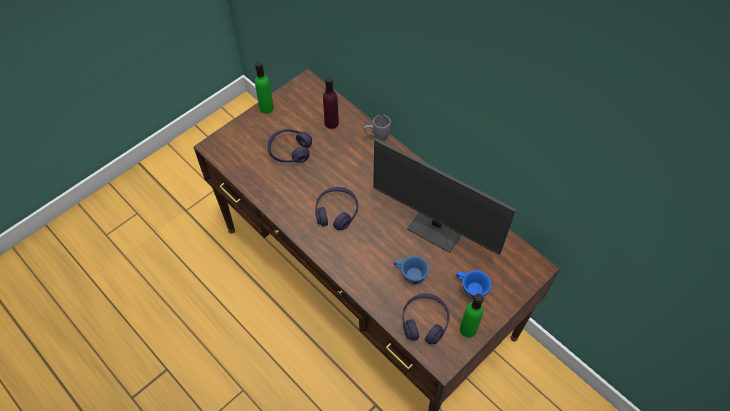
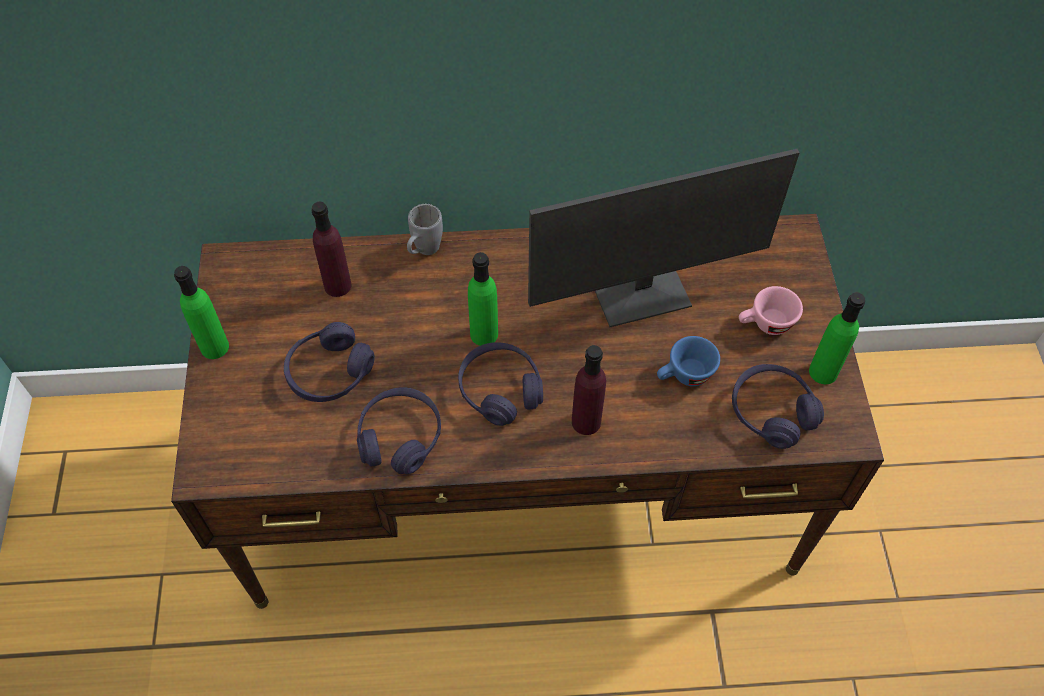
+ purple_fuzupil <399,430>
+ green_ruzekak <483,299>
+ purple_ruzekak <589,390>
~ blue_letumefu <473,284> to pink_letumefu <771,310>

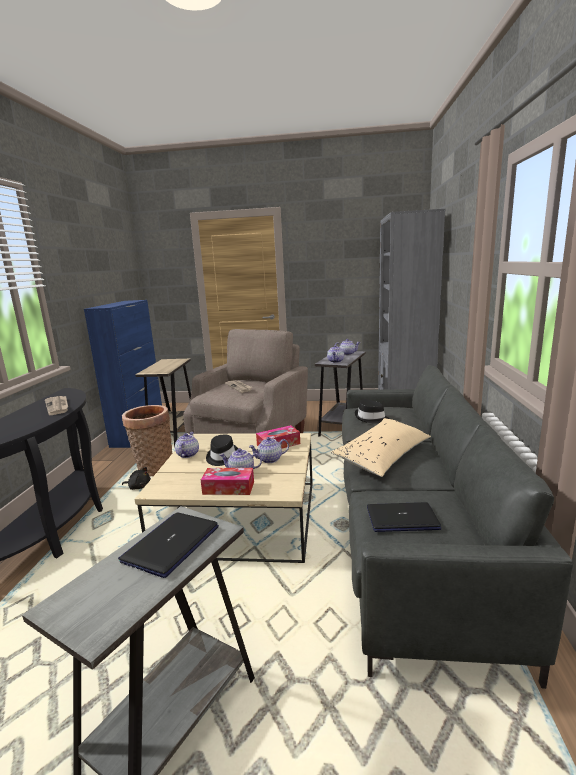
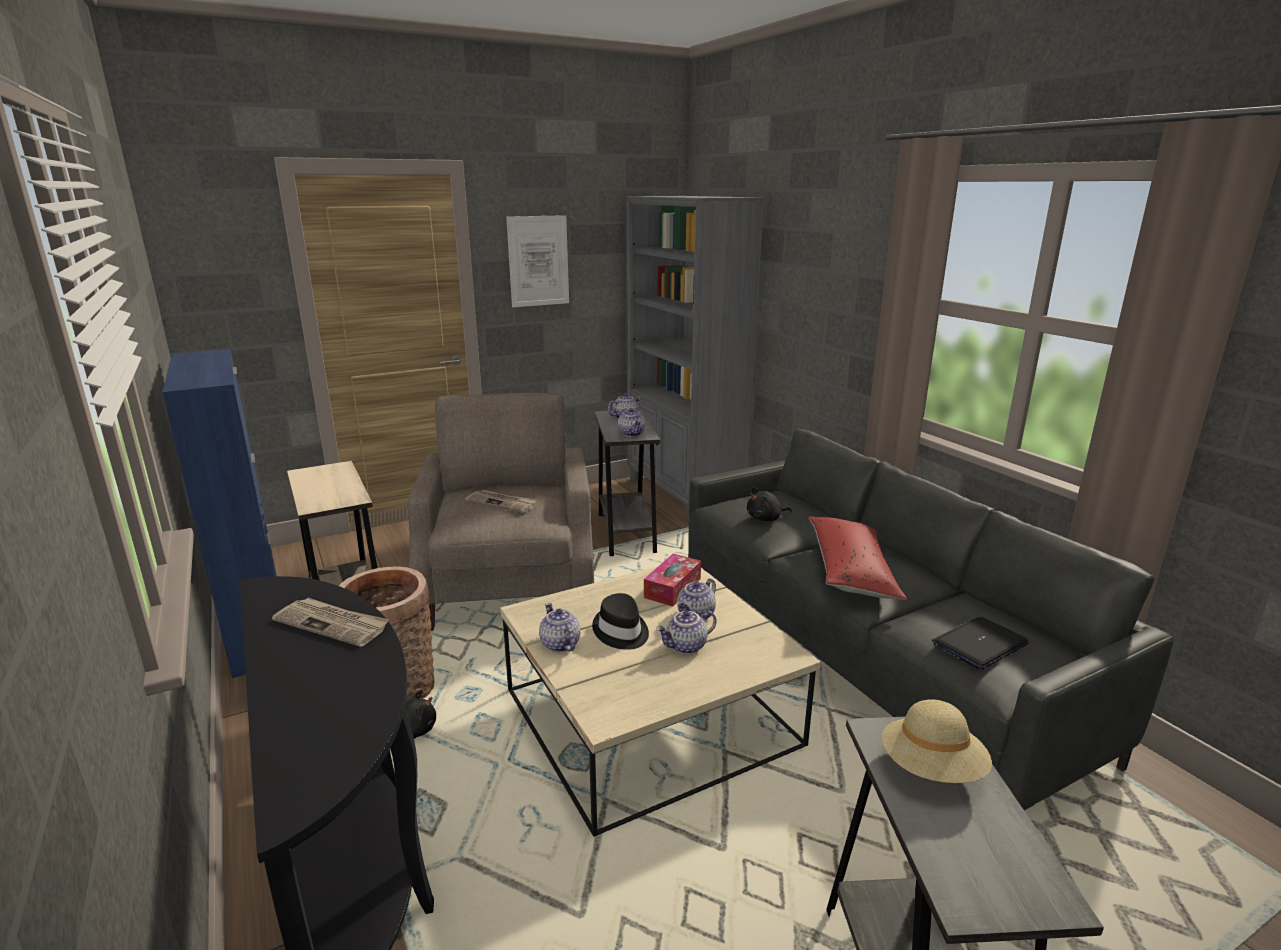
- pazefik <227,481>
+ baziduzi <537,261>
~ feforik <168,545> to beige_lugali <937,741>
~ black_lugali <371,411> to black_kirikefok <769,504>
~ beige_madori <381,447> to red_madori <857,558>

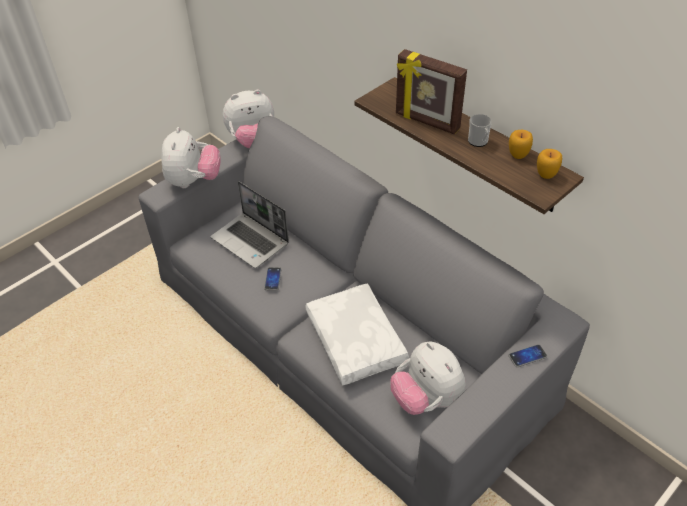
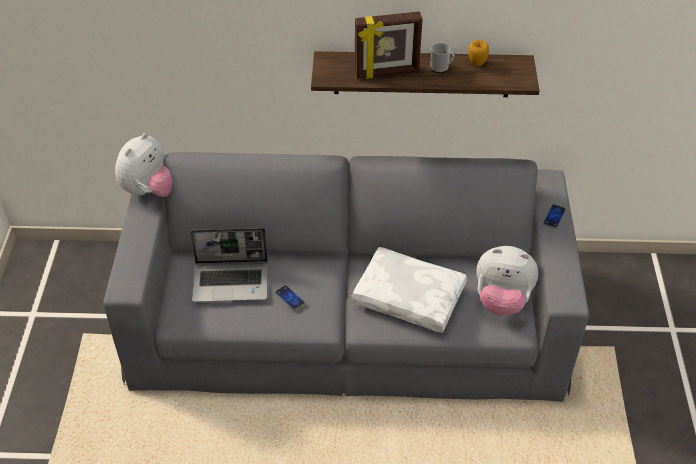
- kirikefok <191,157>
- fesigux <549,164>

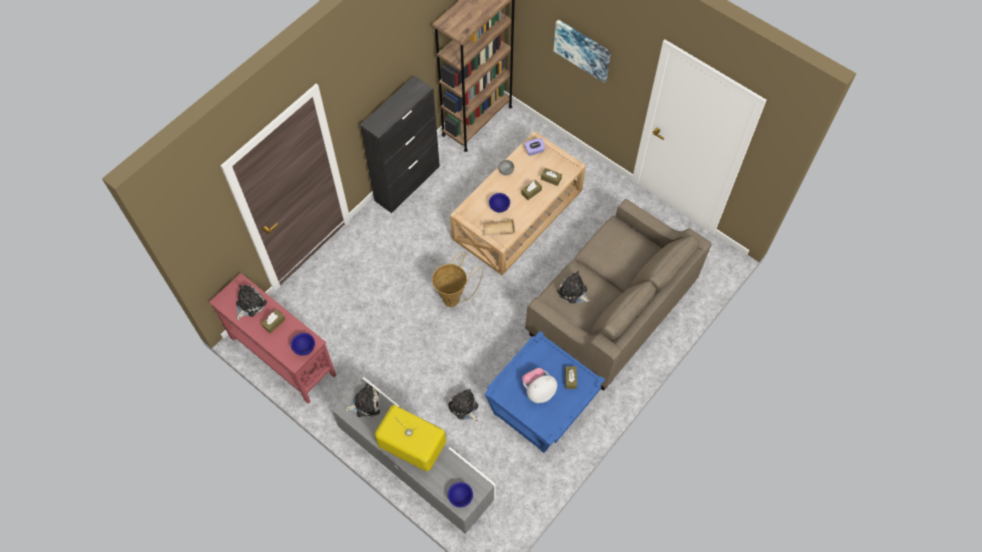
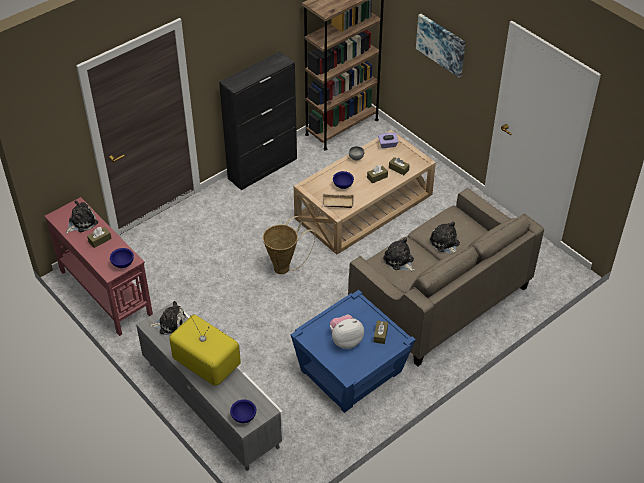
~ kirikefok <463,405> to <445,237>

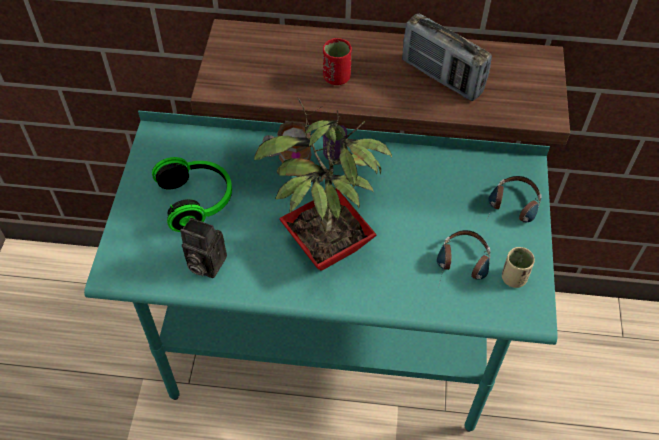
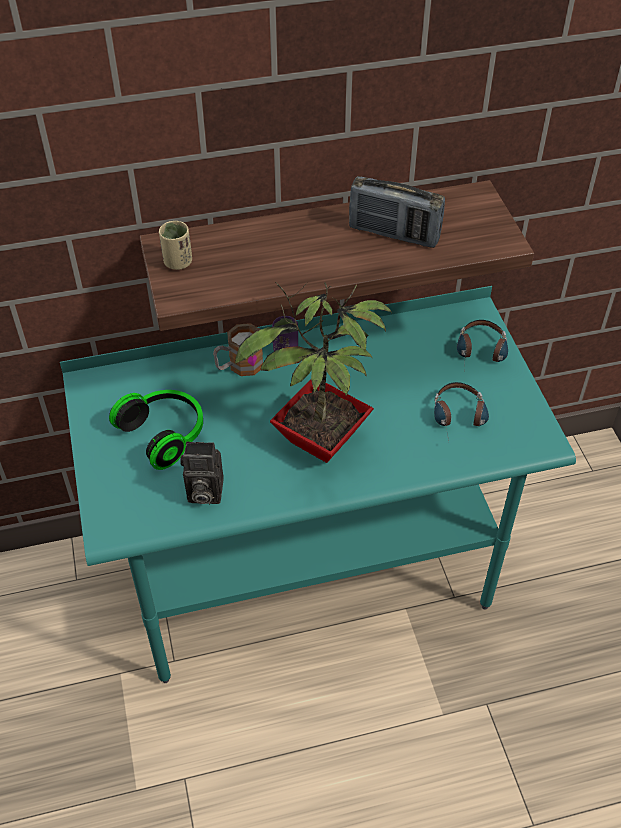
- red_letumefu <337,61>
~ beige_letumefu <518,267> to <175,245>

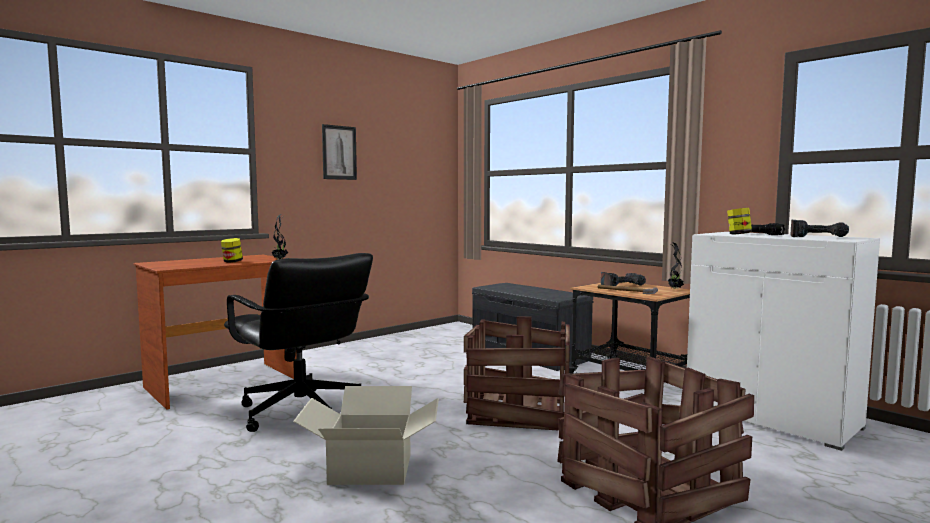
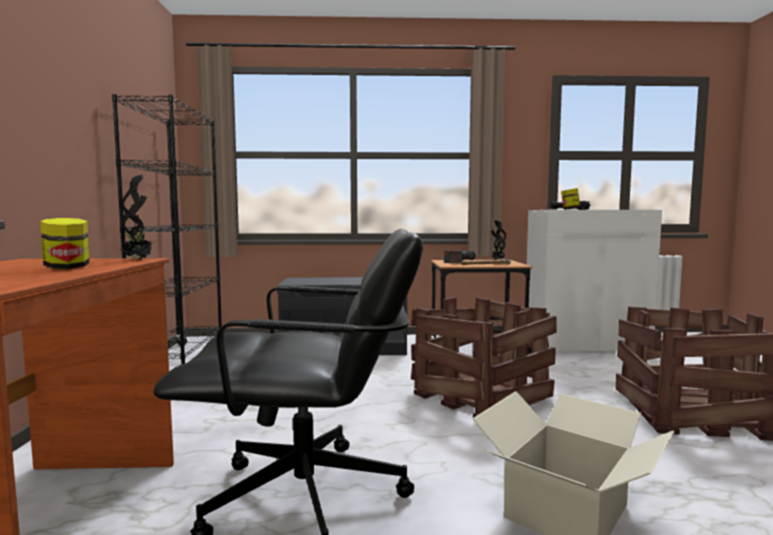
- baziduzi <339,152>
- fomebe <819,228>
+ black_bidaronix <167,230>

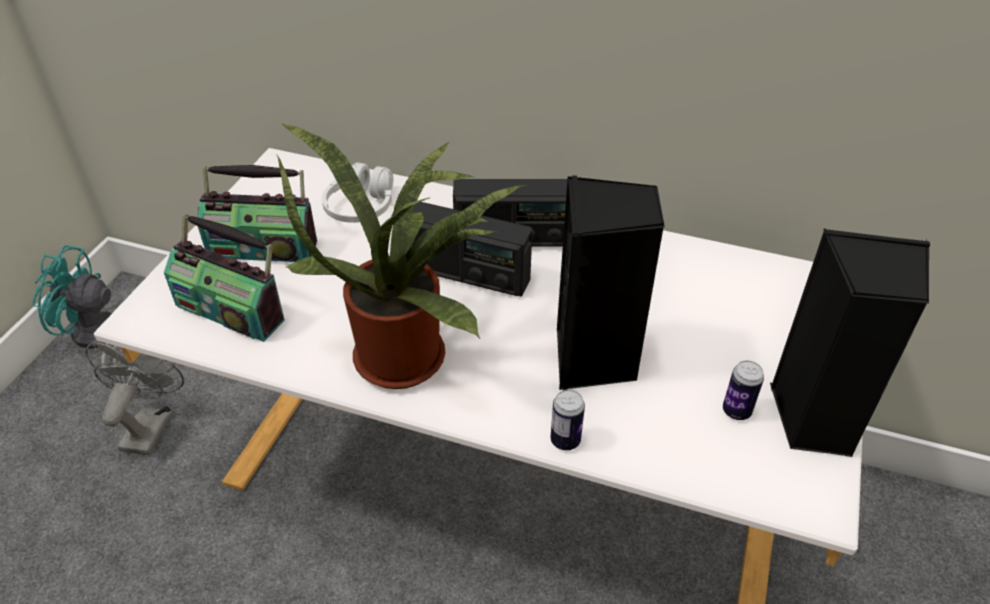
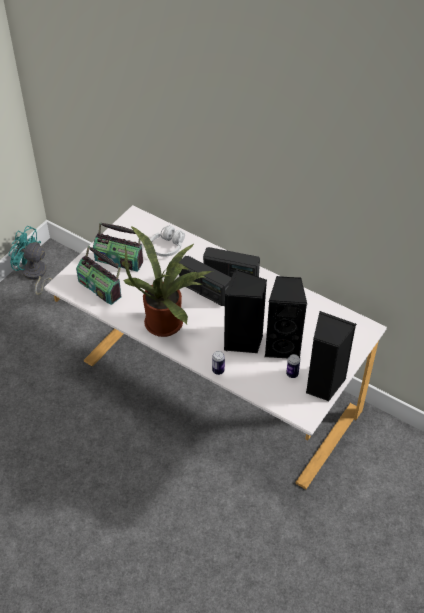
- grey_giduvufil <134,398>
+ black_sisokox <286,317>

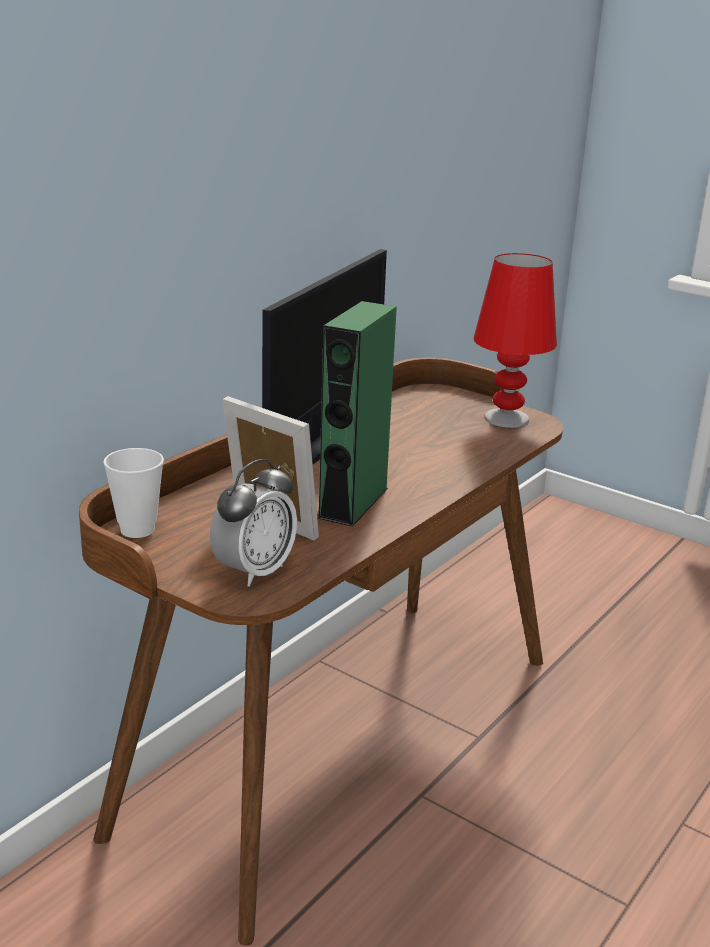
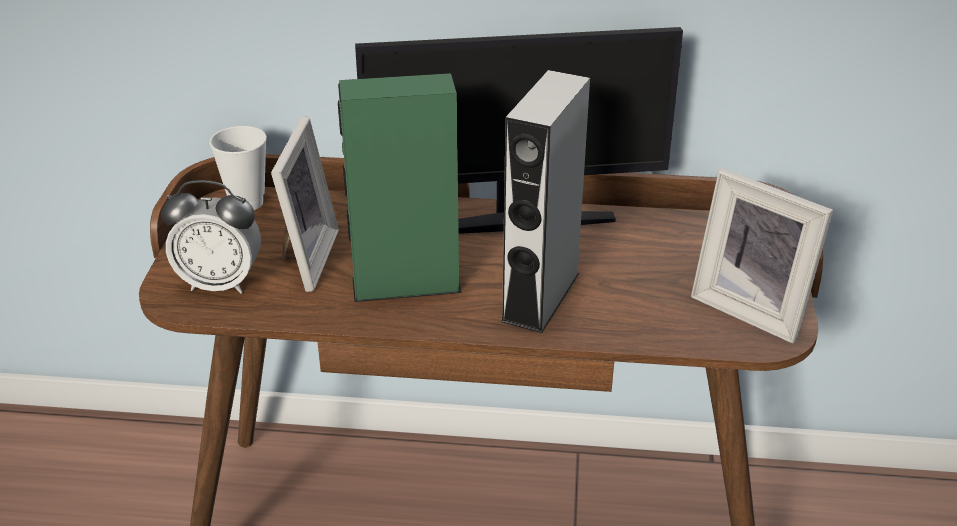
+ grey_sisokox <545,201>
~ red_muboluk <515,340> to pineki <762,256>

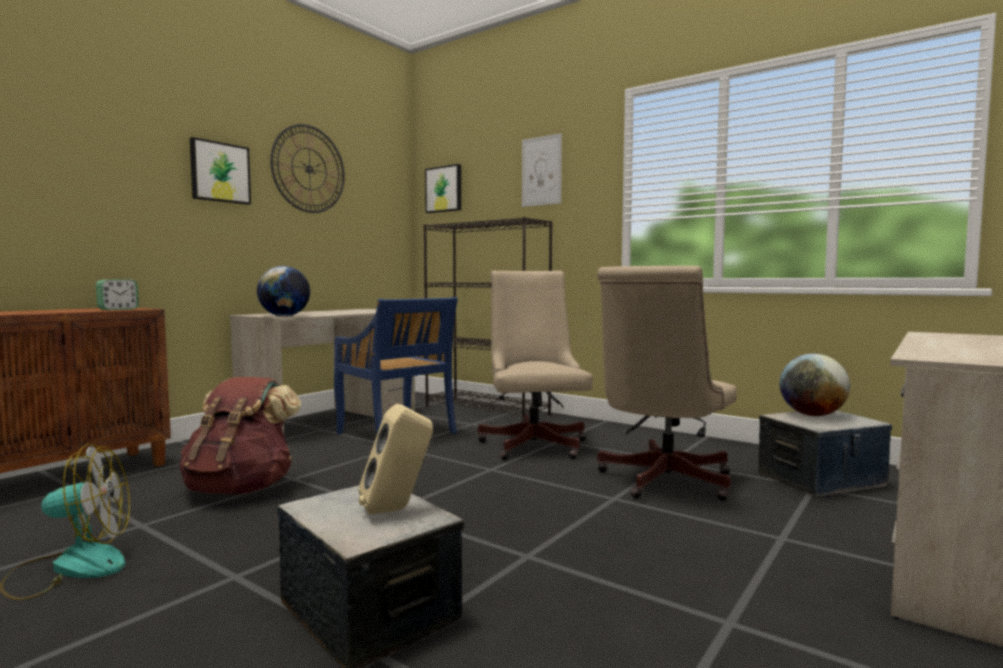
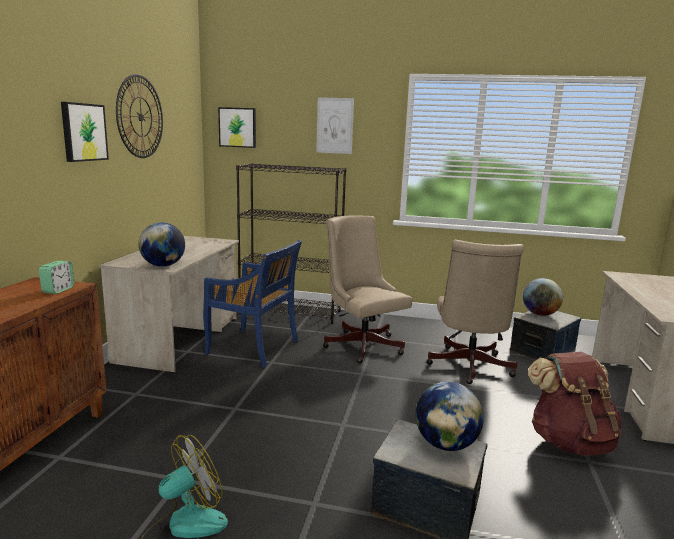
~ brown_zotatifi <240,435> to <575,404>
~ beige_sisokox <396,459> to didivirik <449,416>

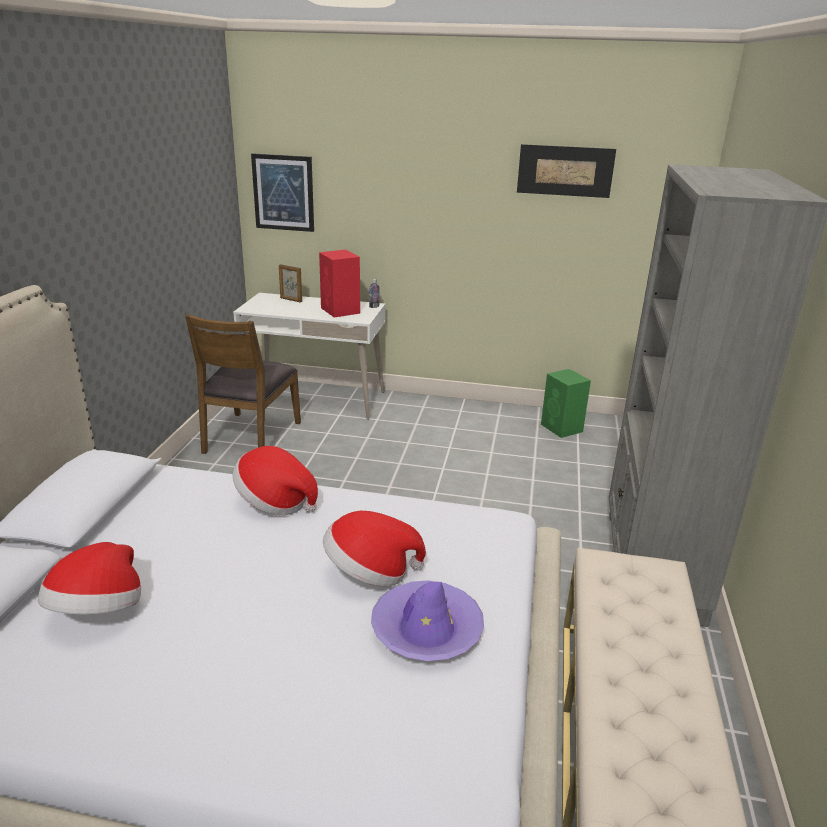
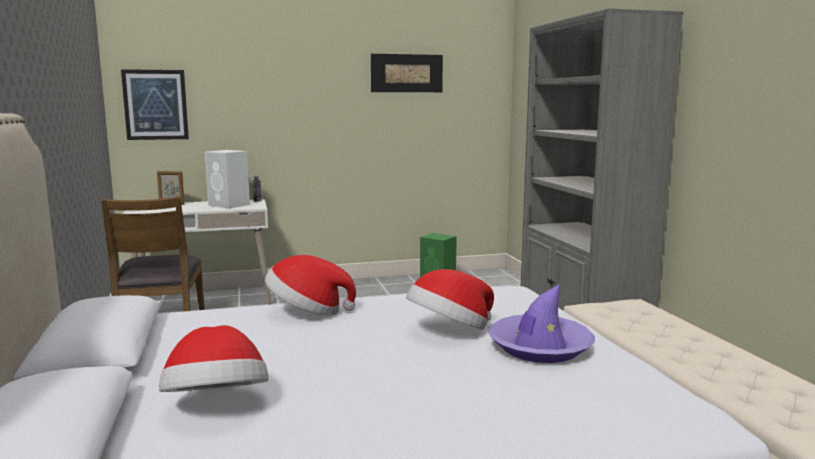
~ red_sisokox <339,283> to white_sisokox <227,179>

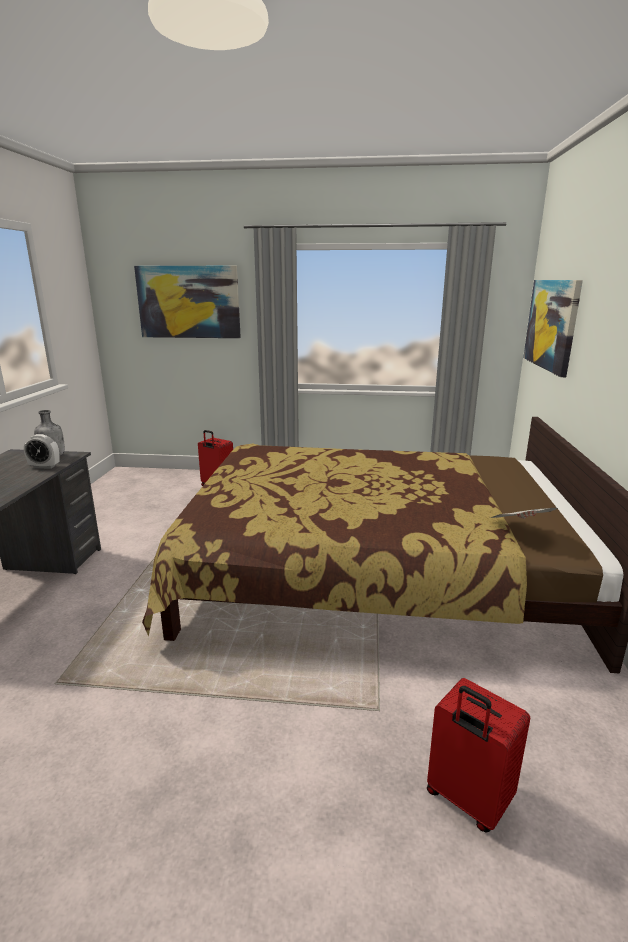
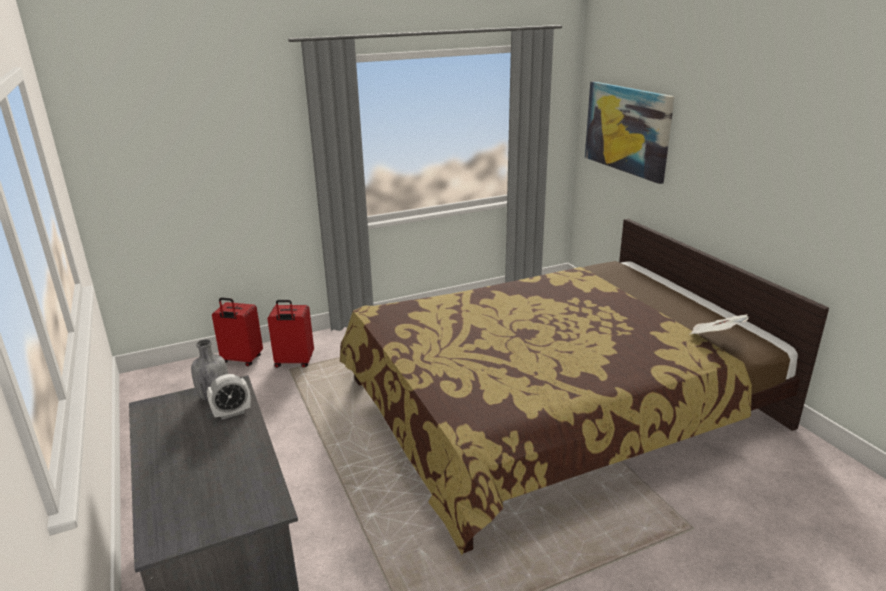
- baziduzi <187,302>
~ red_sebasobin <478,755> to <237,331>

